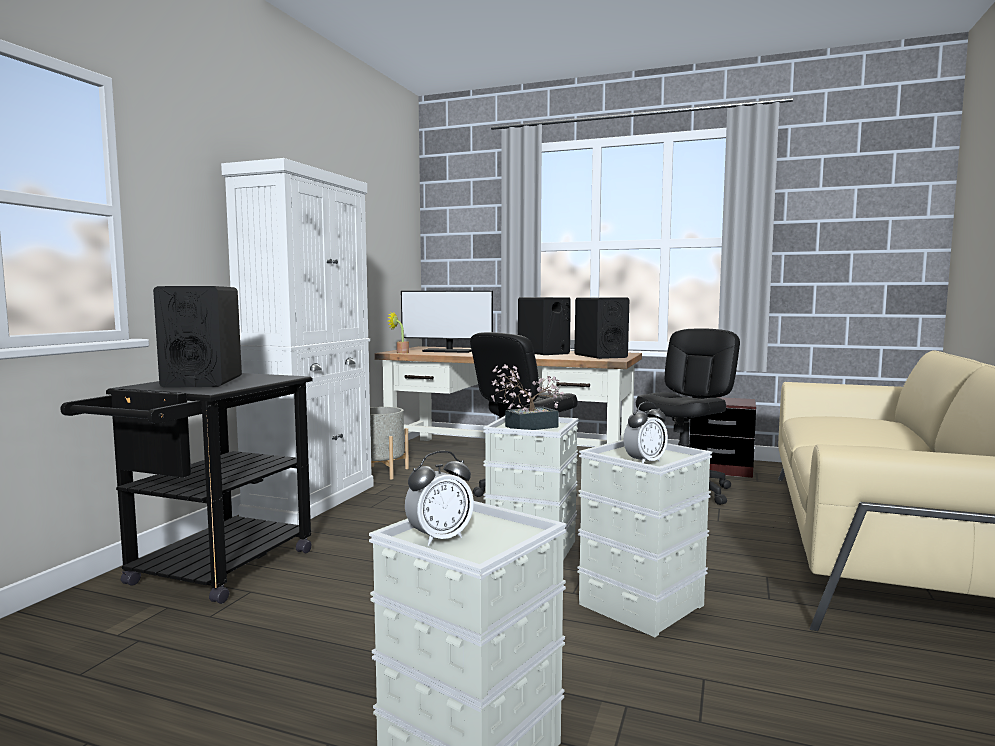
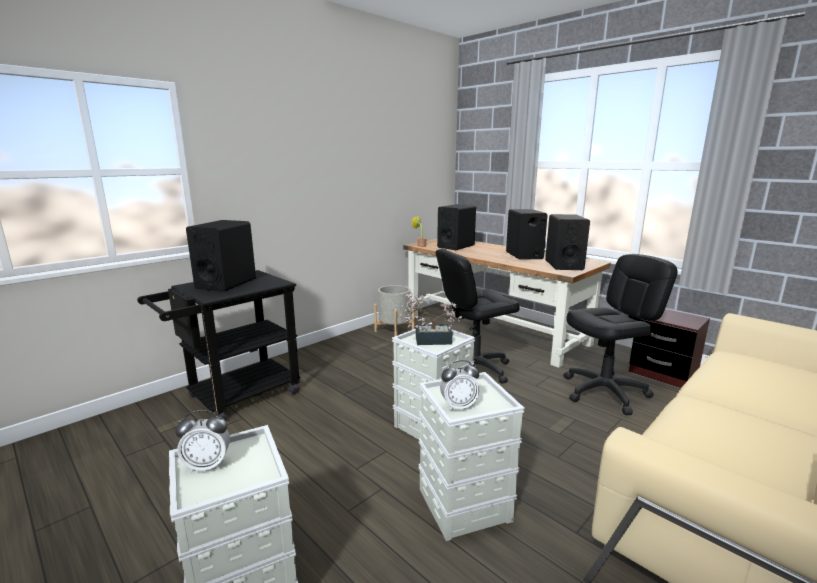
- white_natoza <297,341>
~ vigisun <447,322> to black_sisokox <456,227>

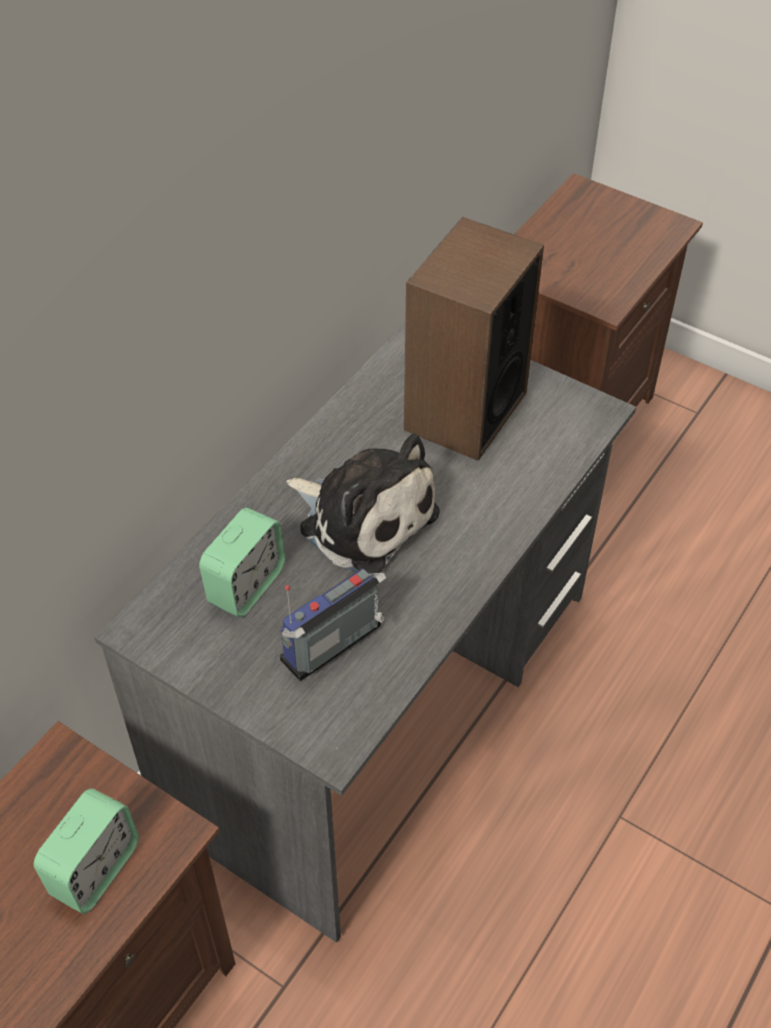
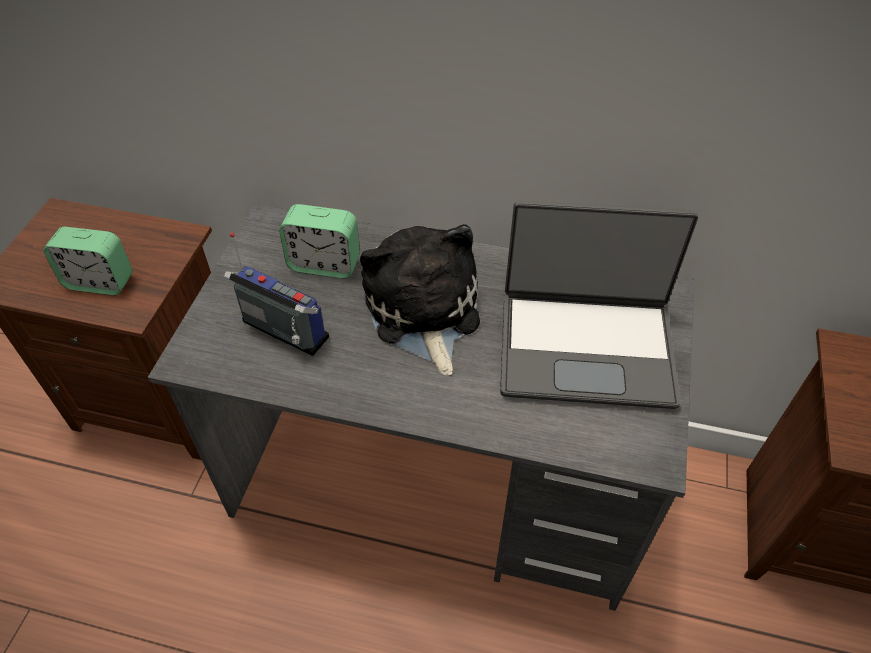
~ sisokox <474,339> to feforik <599,305>
~ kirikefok <363,503> = <420,300> 150 degrees clockwise

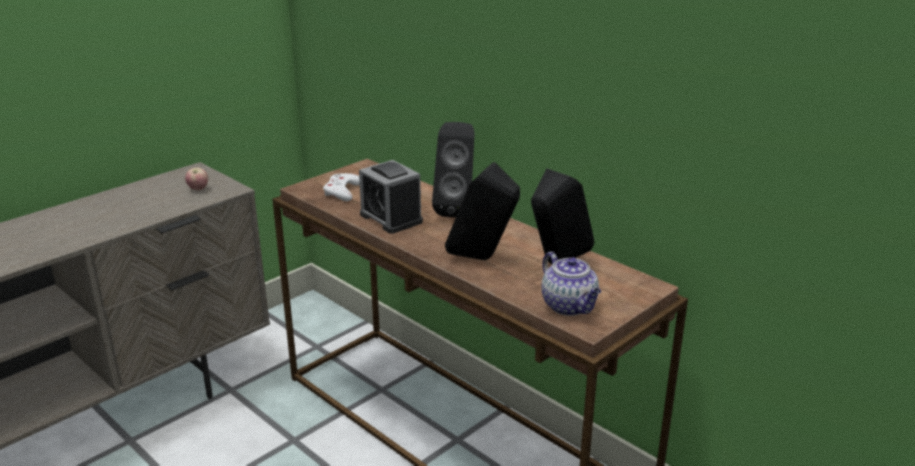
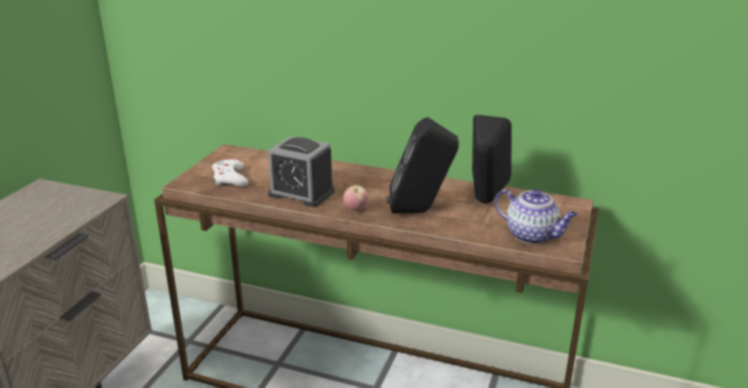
- black_sisokox <453,170>
~ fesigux <196,179> to <356,198>

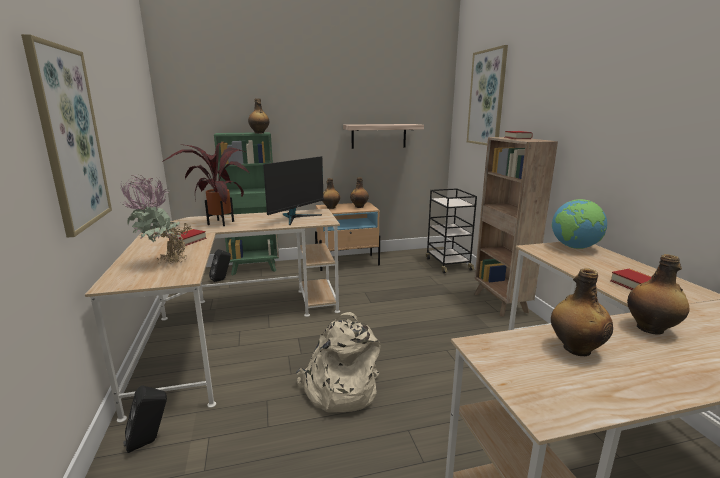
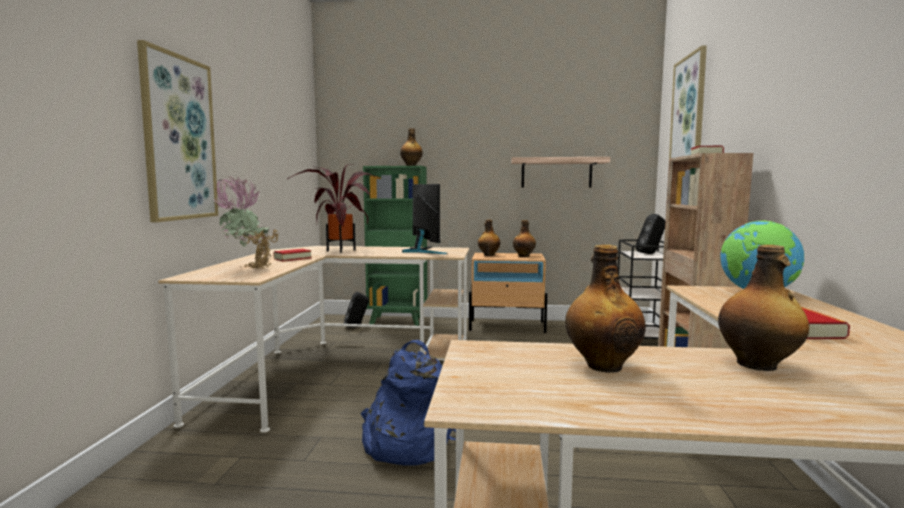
~ black_sisokox <145,419> to <650,234>
~ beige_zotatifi <338,362> to blue_zotatifi <408,403>
~ vigisun <293,190> = <425,219> 75 degrees counterclockwise

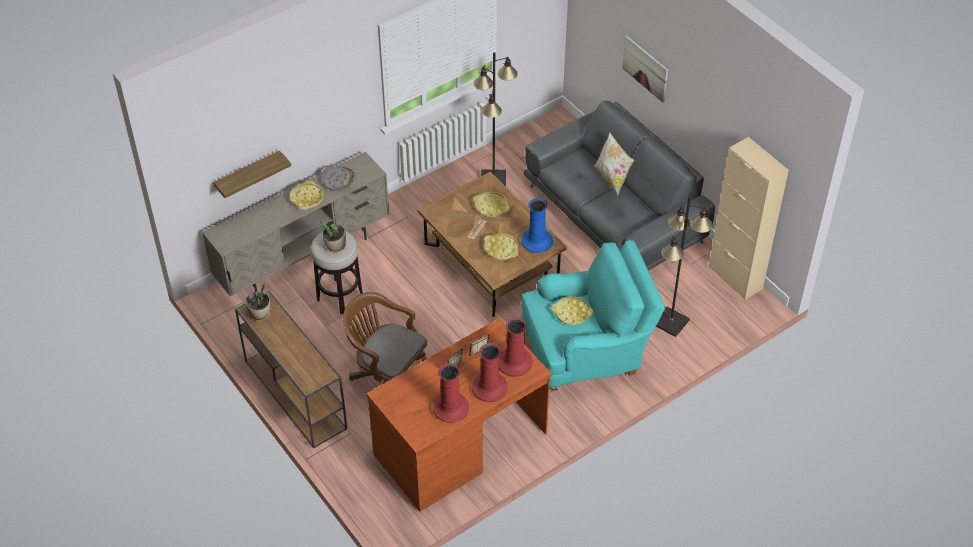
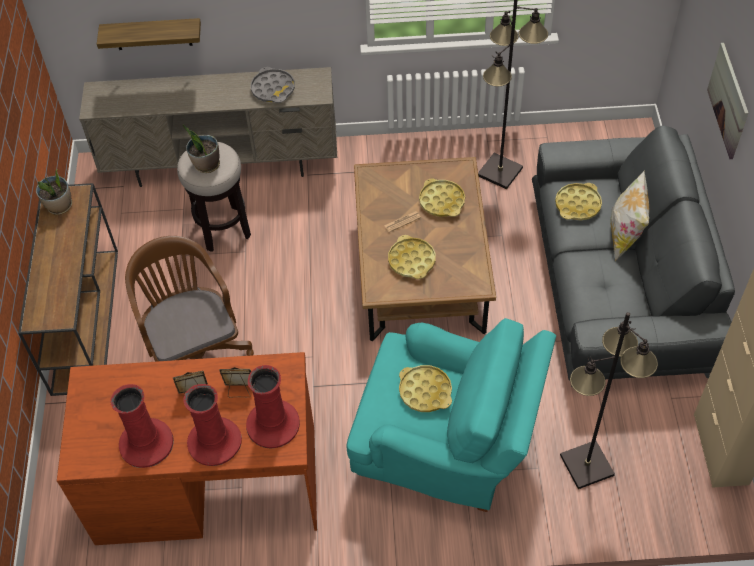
- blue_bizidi <537,225>
~ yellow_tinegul <307,195> to <578,201>

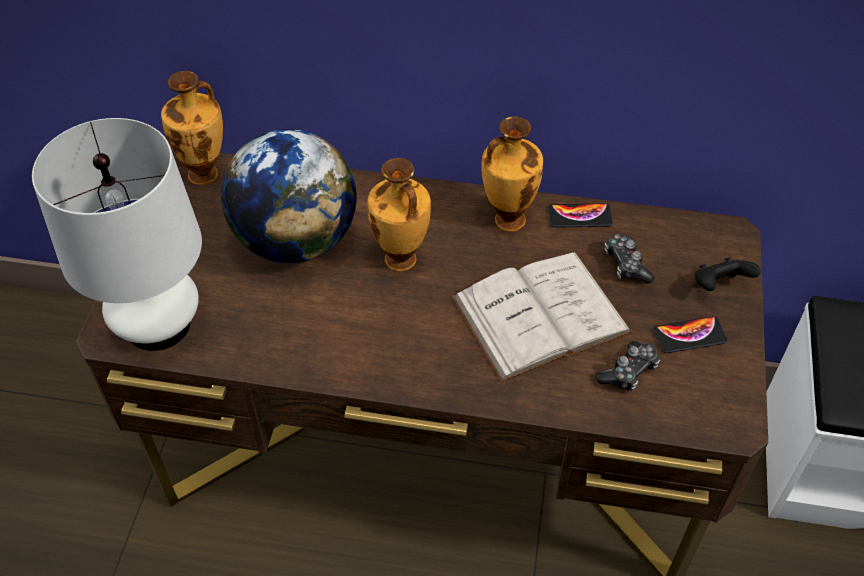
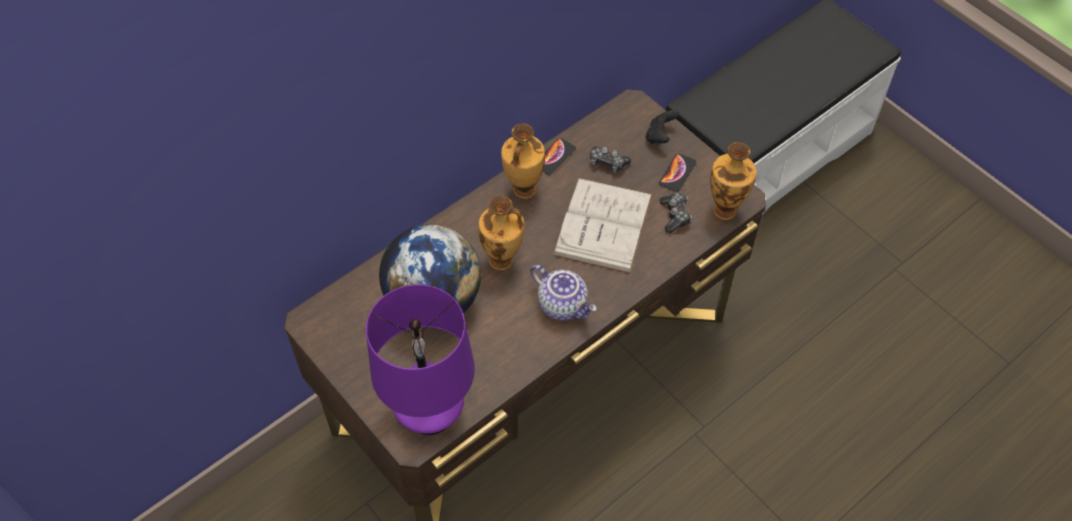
+ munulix <563,293>
~ bizidi <192,128> to <734,181>
~ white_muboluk <117,234> to purple_muboluk <420,359>

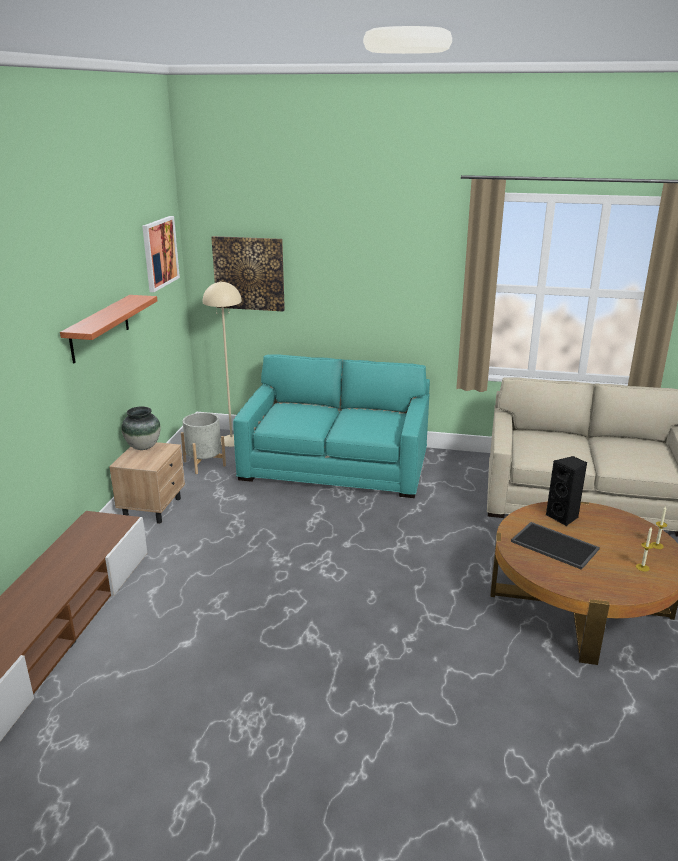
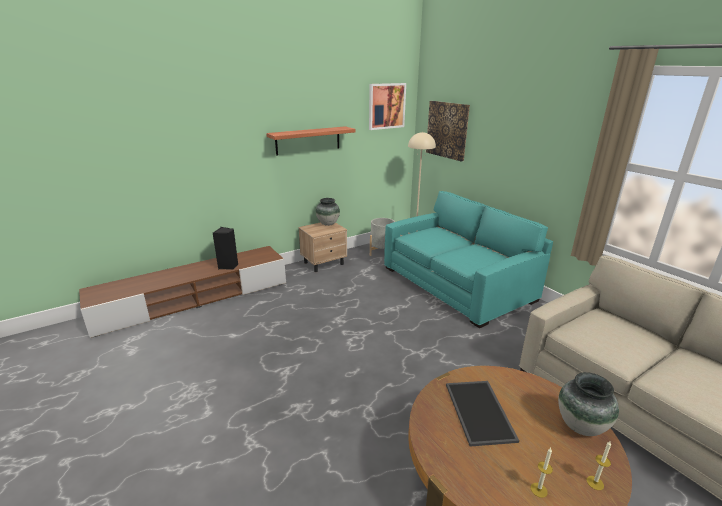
+ bizidi <588,404>
~ black_sisokox <566,491> to <225,248>

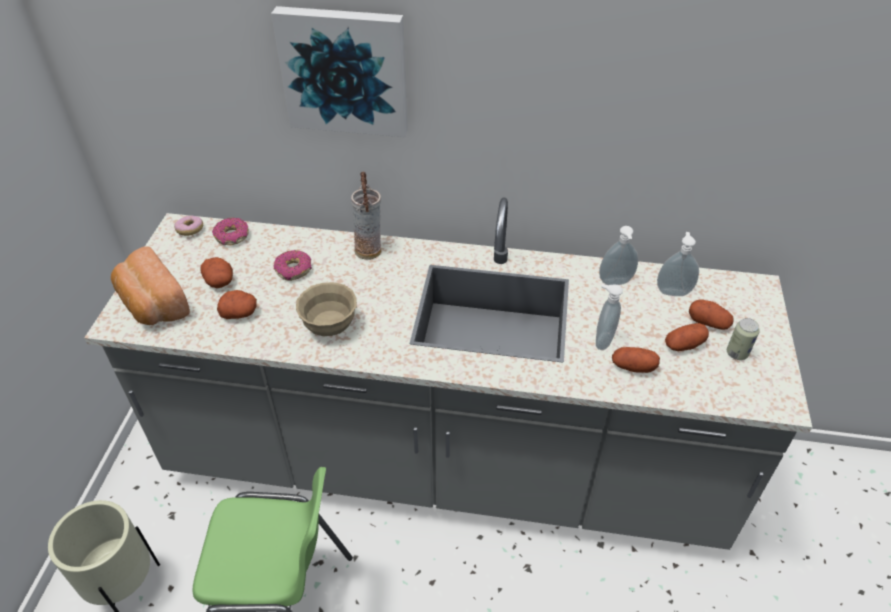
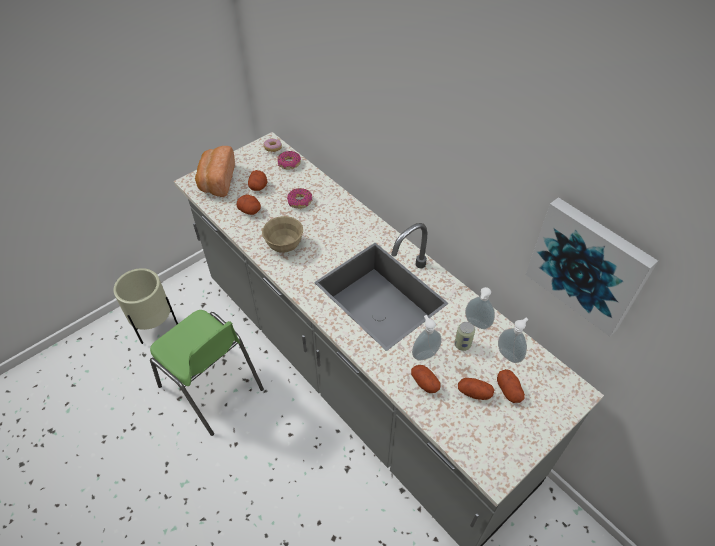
- bizidi <366,216>
~ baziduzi <339,71> to <592,267>
~ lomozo <743,339> to <464,336>

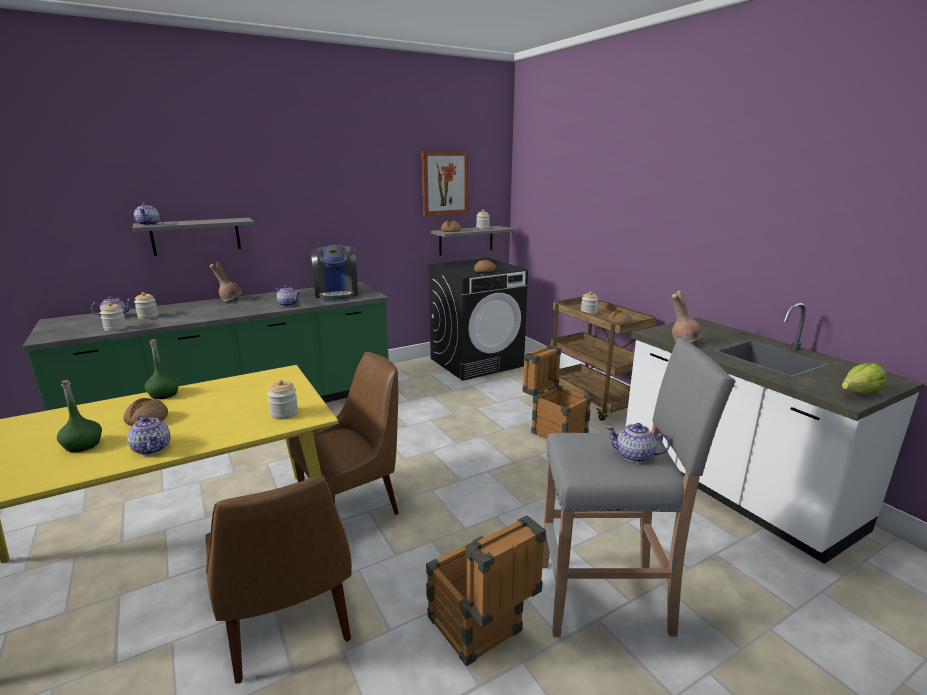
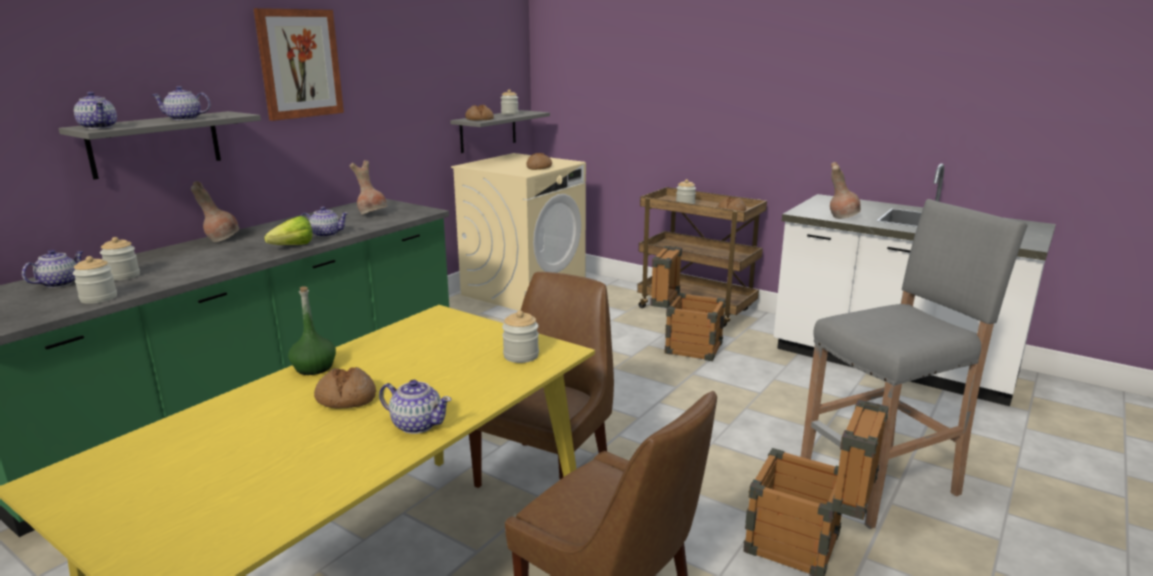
- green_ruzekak <79,416>
~ baziduzi <445,183> to <298,64>
~ munulix <637,443> to <181,103>
~ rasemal <864,378> to <288,230>
~ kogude <334,272> to brown_bizidi <368,187>
~ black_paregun <477,319> to beige_paregun <518,232>

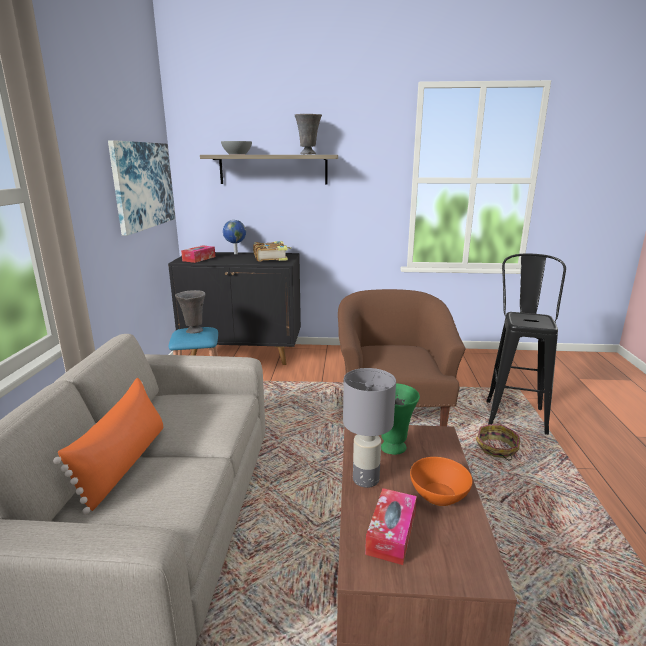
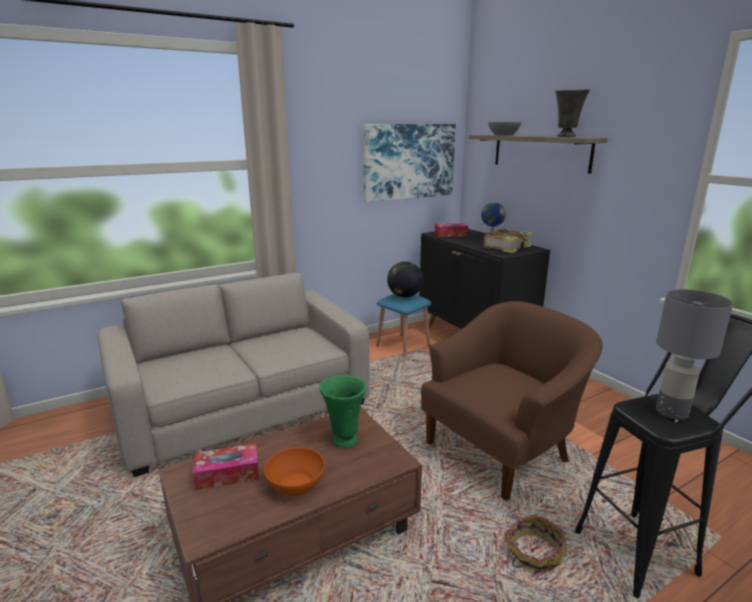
- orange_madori <108,446>
~ grey_muboluk <369,428> to <694,354>
~ grey_bizidi <190,312> to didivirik <405,279>

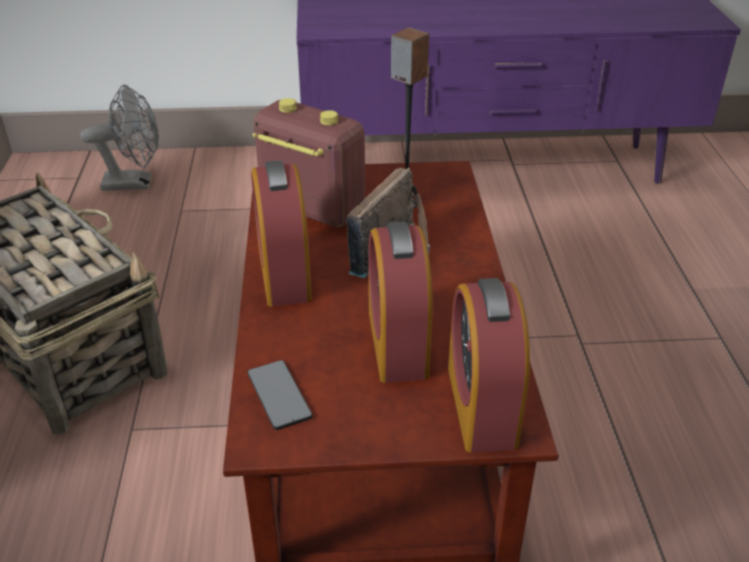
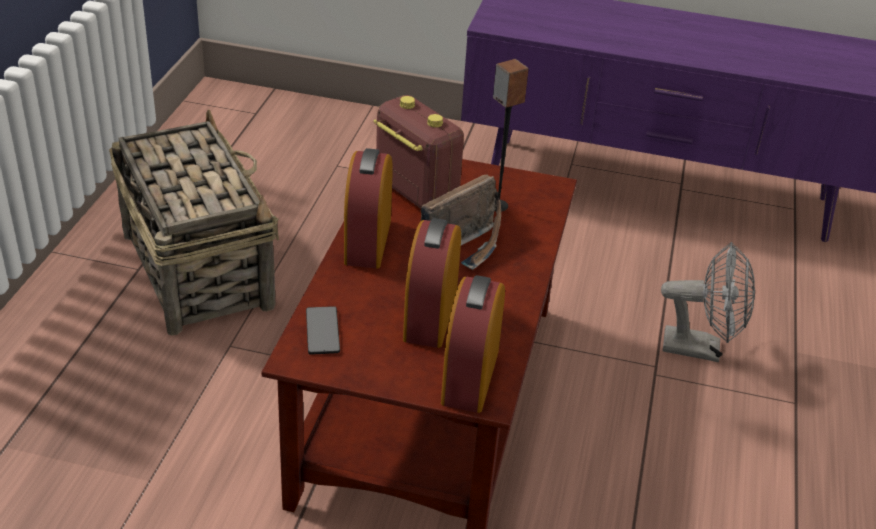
~ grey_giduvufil <119,138> to <708,302>

